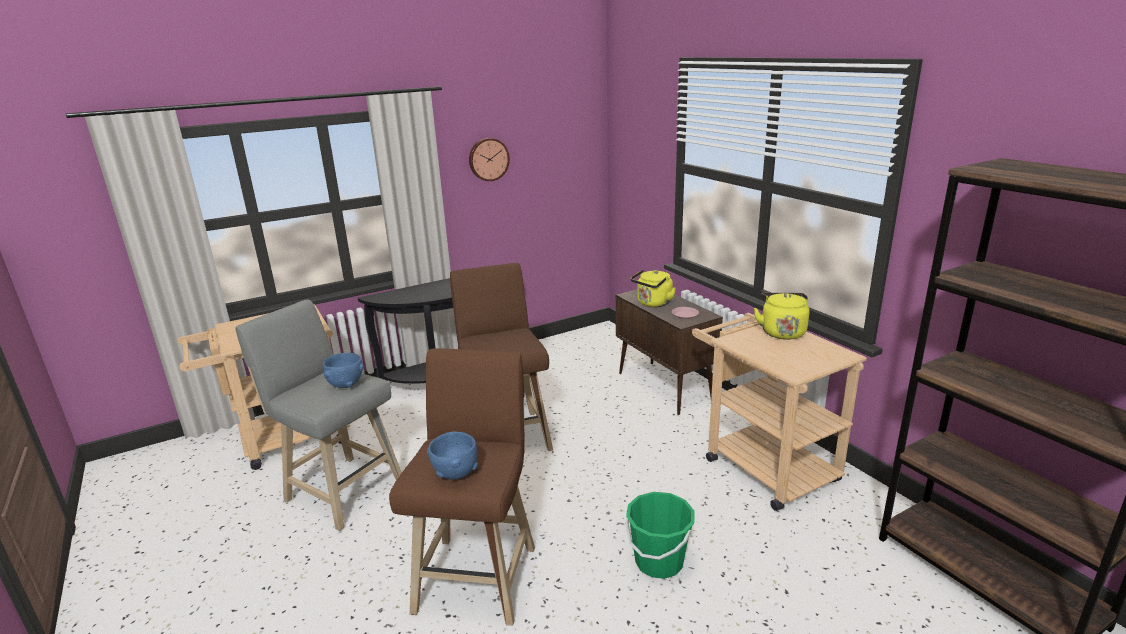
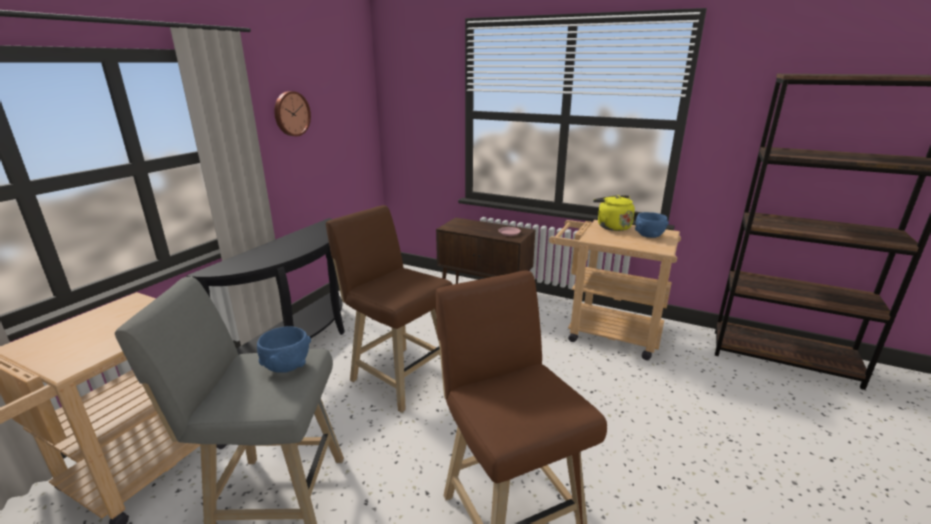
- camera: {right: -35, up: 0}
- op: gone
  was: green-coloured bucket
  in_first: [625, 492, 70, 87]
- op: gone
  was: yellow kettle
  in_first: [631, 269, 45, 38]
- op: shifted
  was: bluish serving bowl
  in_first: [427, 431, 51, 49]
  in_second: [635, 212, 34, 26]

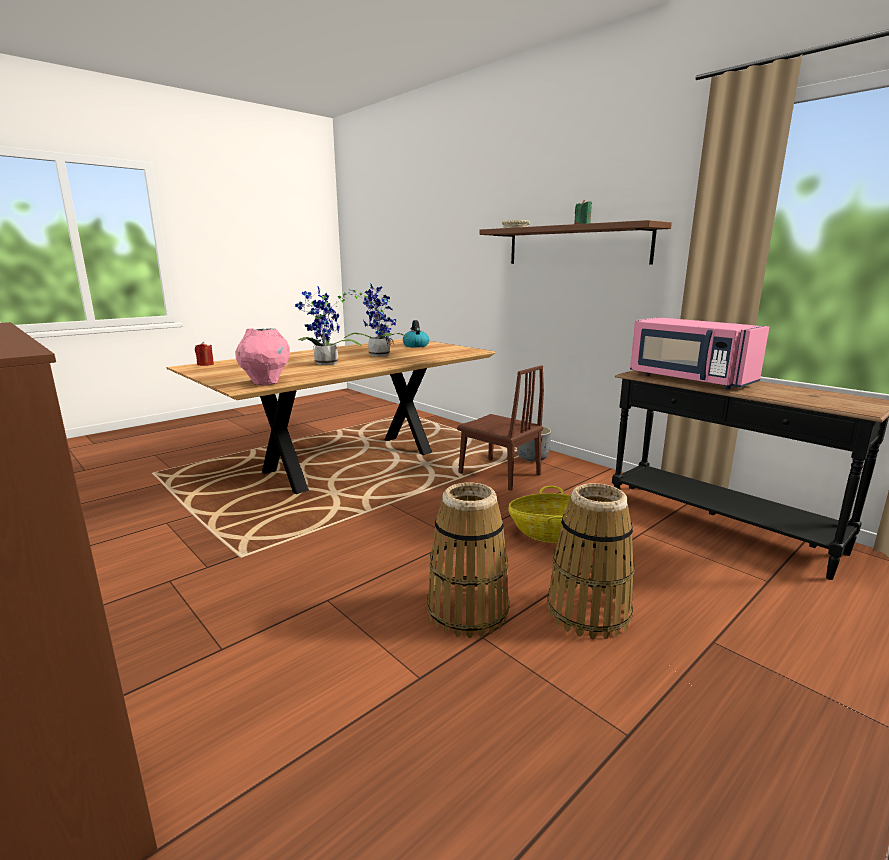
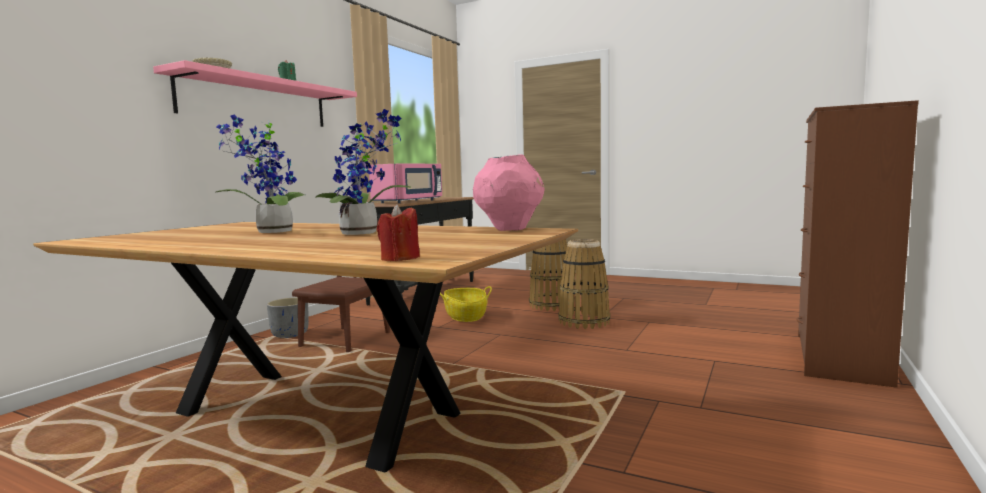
- camera: {right: -110, up: -10}
- op: gone
  was: kettle
  in_first: [403, 320, 26, 28]
- op: repainted
  was: brown bracket shelf
  now: pink bracket shelf
  in_first: [479, 220, 193, 45]
  in_second: [153, 60, 204, 67]

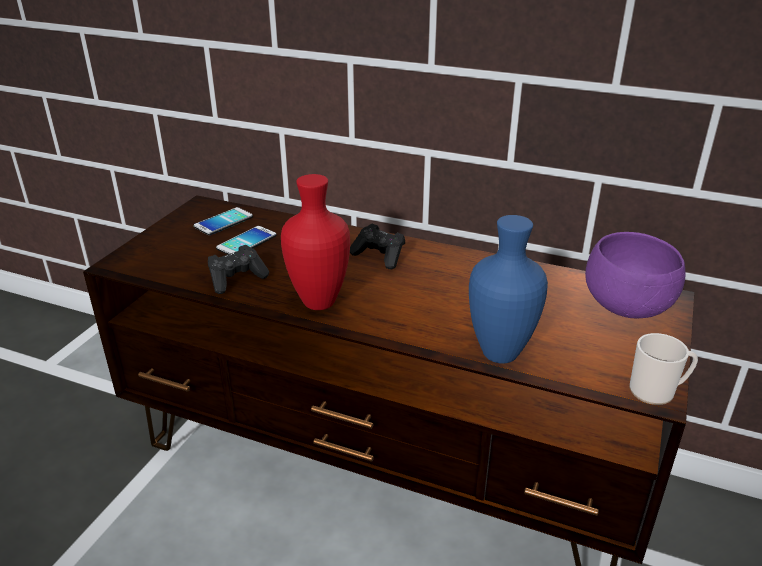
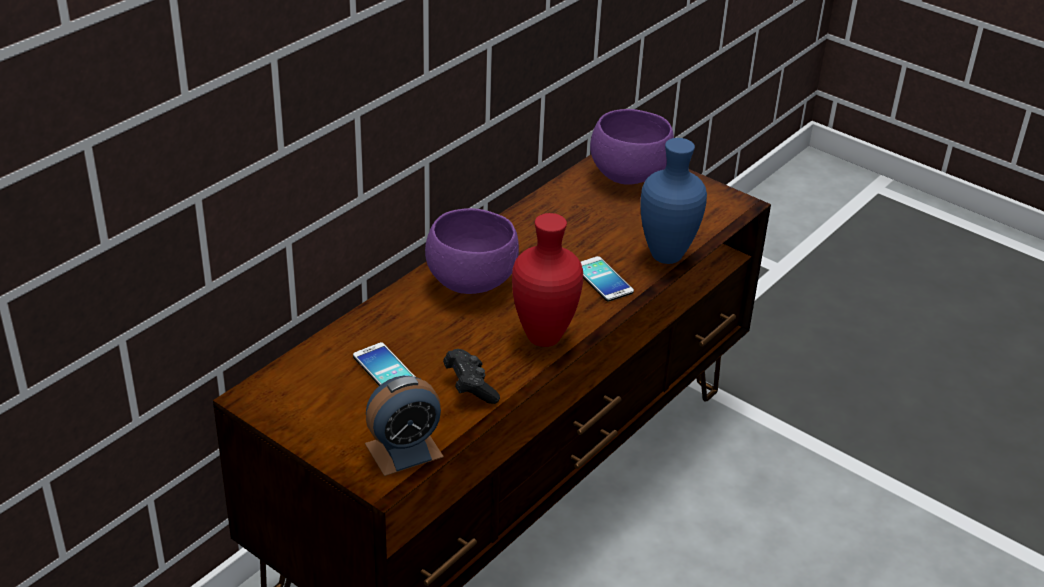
- camera: {right: -75, up: 5}
- op: gone
  was: coffee mug
  in_first: [629, 333, 69, 72]
- op: new
  now: bedside clock
  in_second: [365, 376, 79, 100]
- op: shifted
  was: handset
  in_first: [194, 207, 59, 28]
  in_second: [581, 256, 53, 46]
- op: swapped
  was: blackish gamepad
  now: purple-coloured serving bowl
  in_first: [350, 224, 55, 46]
  in_second: [425, 208, 94, 86]

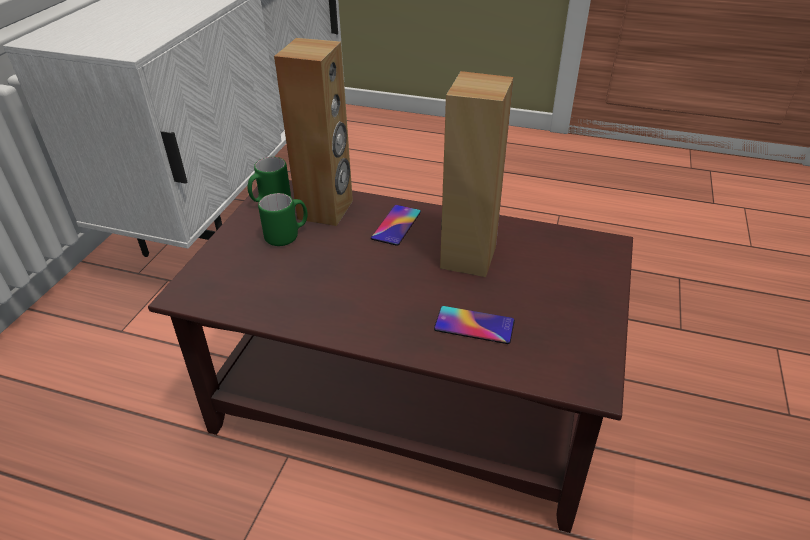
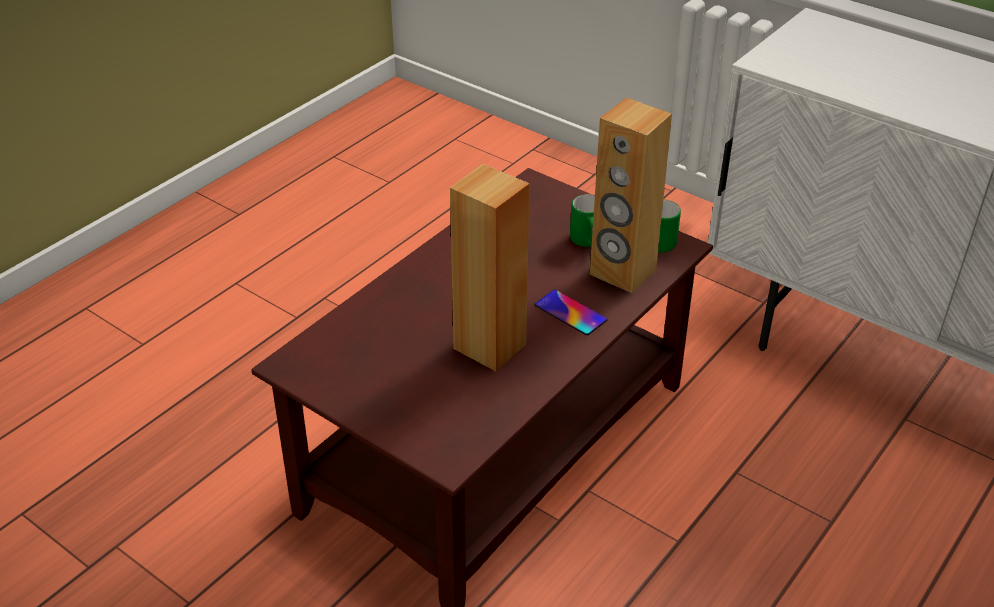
- camera: {right: 110, up: 0}
- op: gone
  was: handset
  in_first: [434, 306, 81, 38]

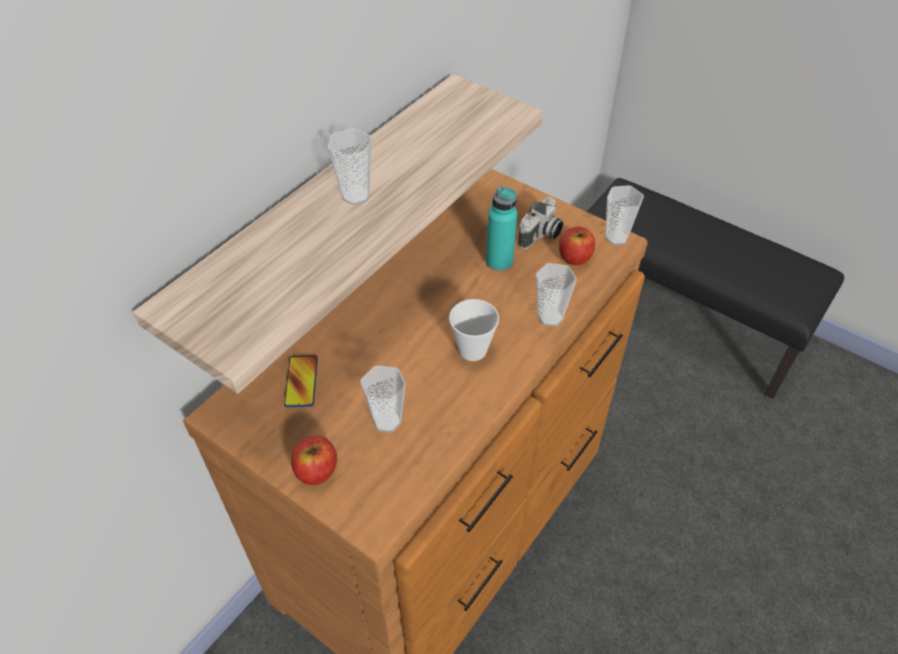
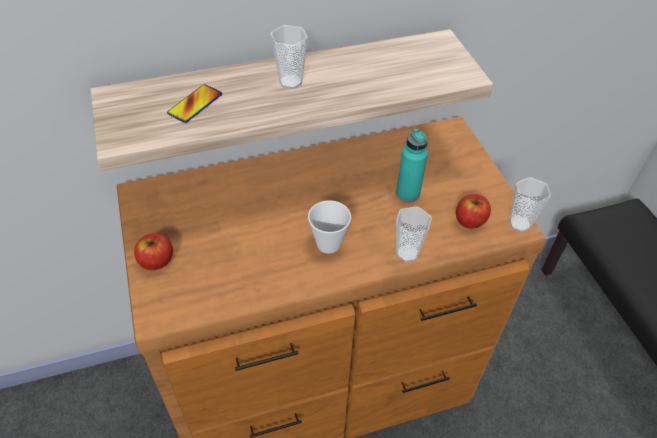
- camera: {right: 35, up: 0}
- op: gone
  was: drinking cup
  in_first: [360, 366, 46, 67]
- op: gone
  was: still camera
  in_first: [518, 197, 45, 52]
- op: shifted
  was: handset
  in_first: [284, 355, 34, 52]
  in_second: [167, 84, 55, 39]

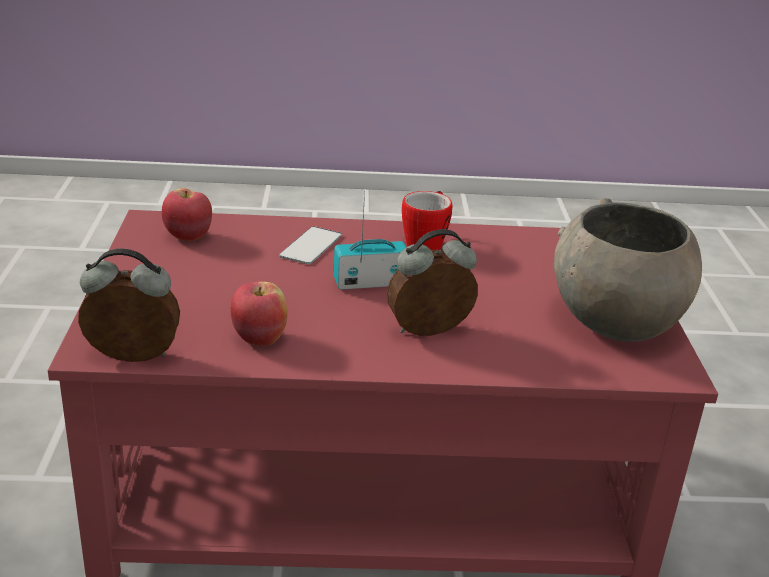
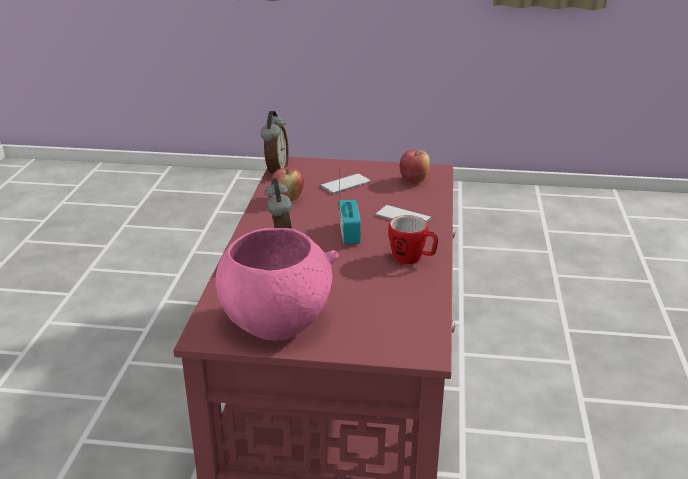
- camera: {right: 100, up: 0}
- op: new
  now: handset
  in_second: [320, 173, 51, 21]
- op: repainted
  was: gray serving bowl
  now: pink serving bowl
  in_first: [554, 198, 148, 144]
  in_second: [215, 228, 124, 113]

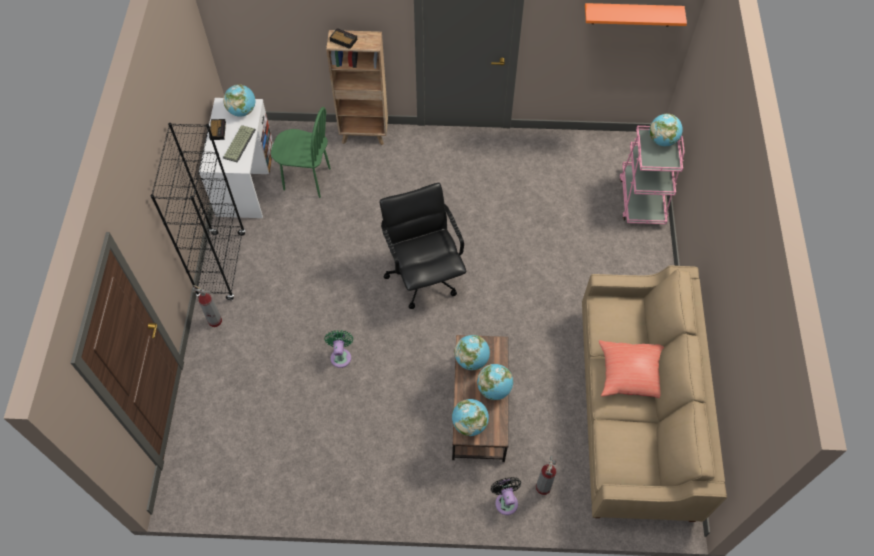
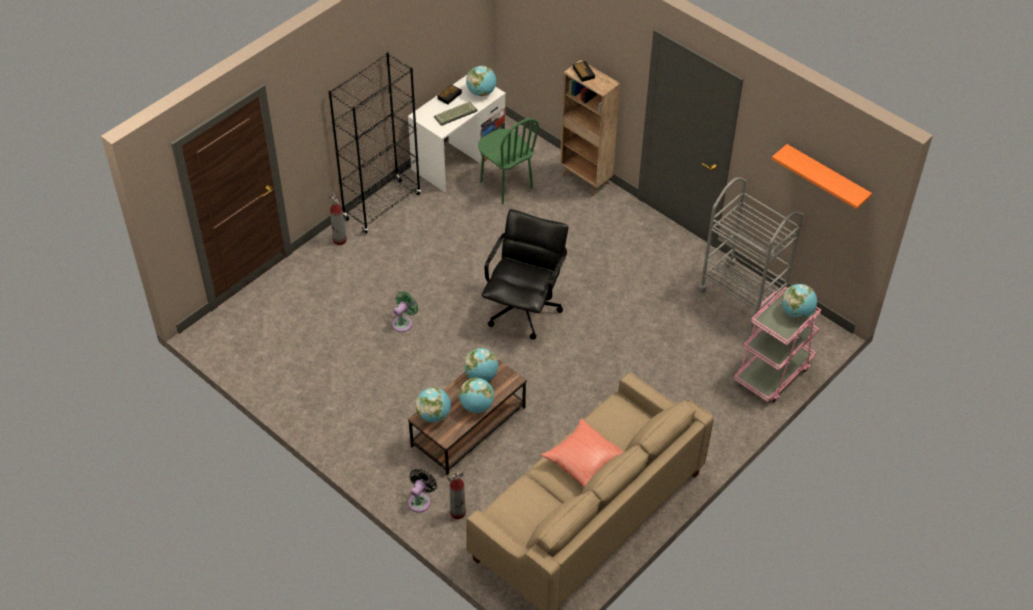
- camera: {right: 40, up: -10}
- op: new
  now: gray trolley
  in_second: [697, 177, 106, 151]

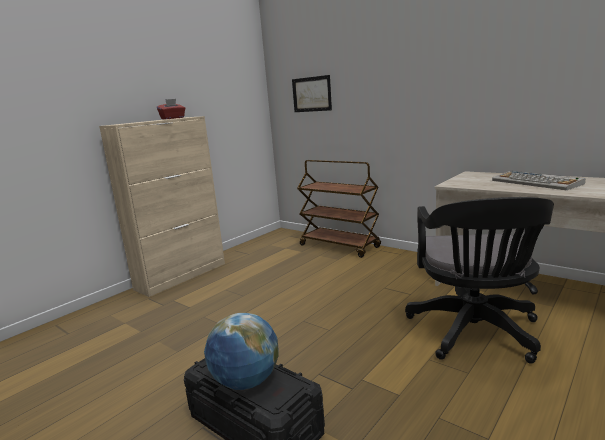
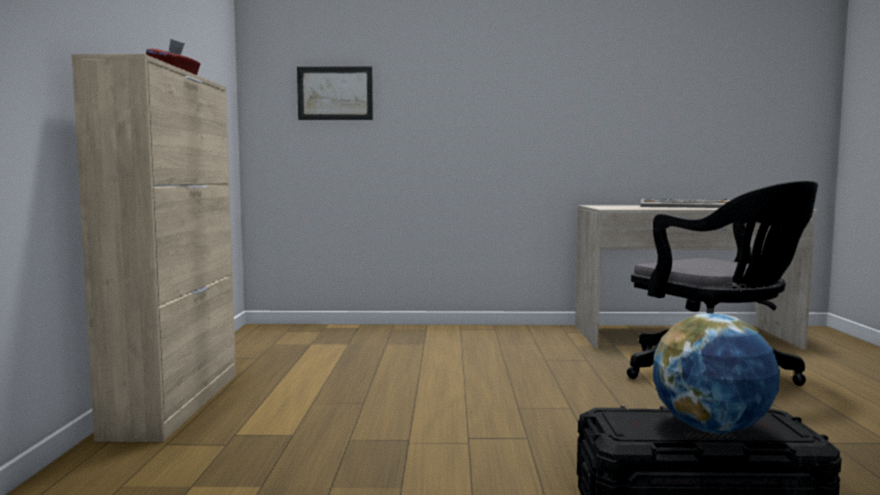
- camera: {right: -40, up: -10}
- op: gone
  was: brown trolley
  in_first: [297, 160, 84, 98]

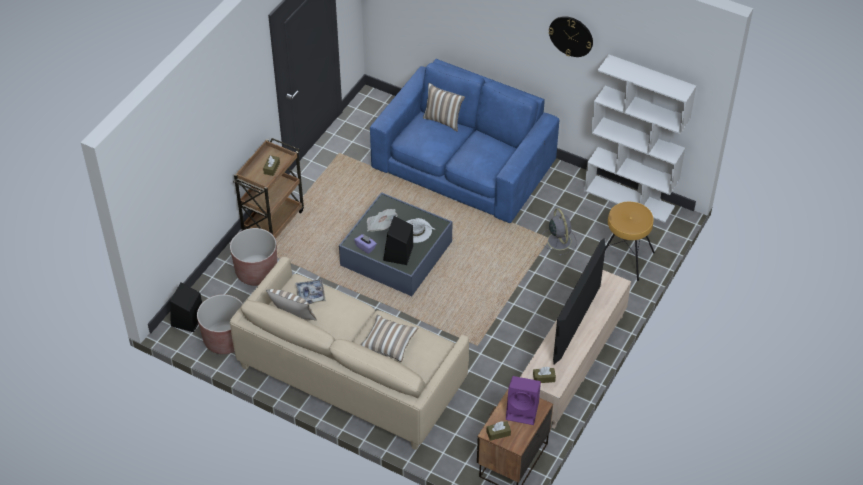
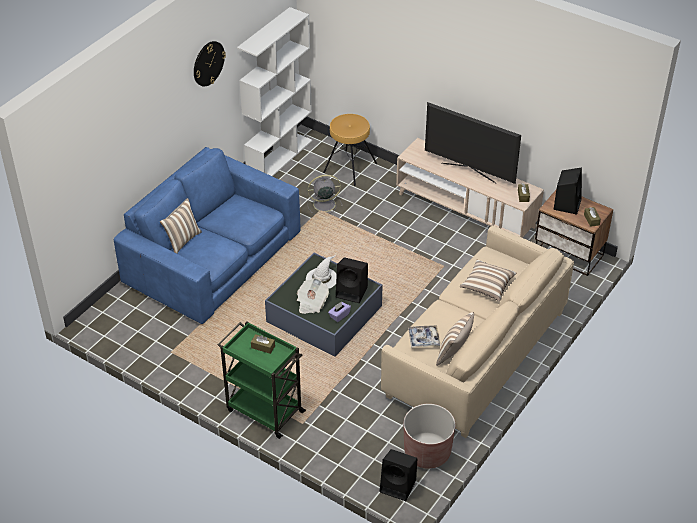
- camera: {right: -85, up: -5}
- op: gone
  was: brown plant pot
  in_first: [230, 228, 47, 58]
- op: repainted
  was: brown trolley
  now: green-coloured trolley
  in_first: [233, 138, 71, 101]
  in_second: [217, 321, 89, 118]
- op: repainted
  was: purple-coloured speaker
  now: blackish speaker
  in_first: [506, 376, 35, 49]
  in_second: [553, 167, 29, 48]

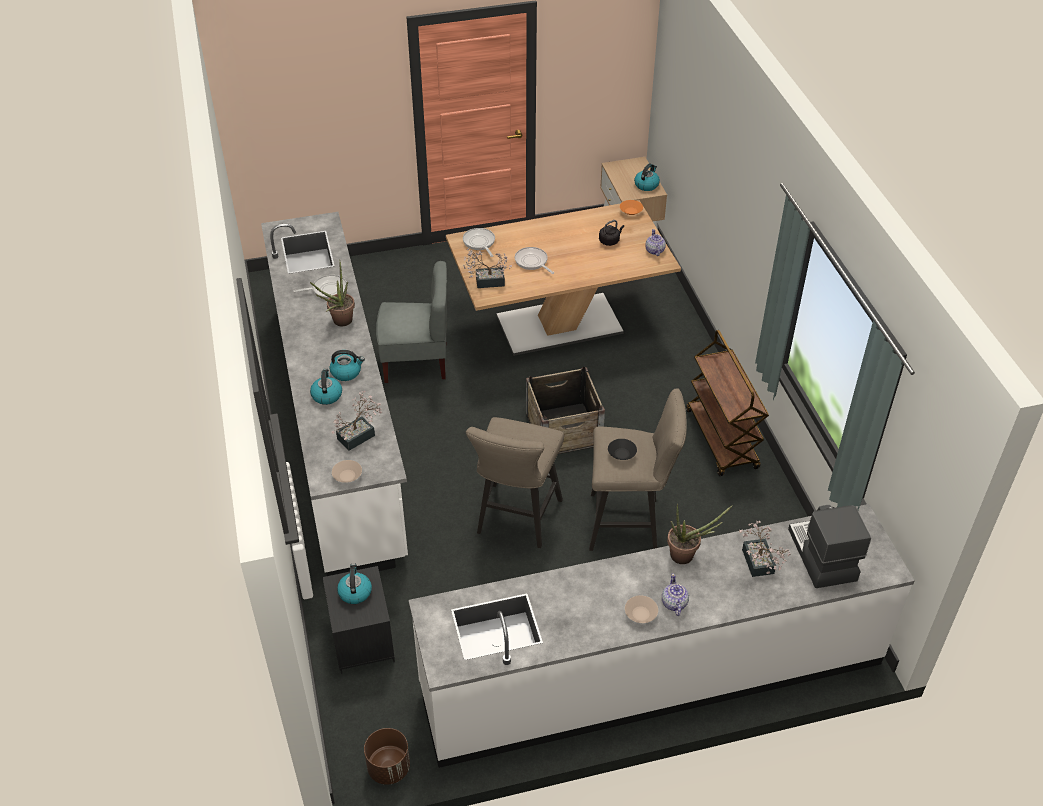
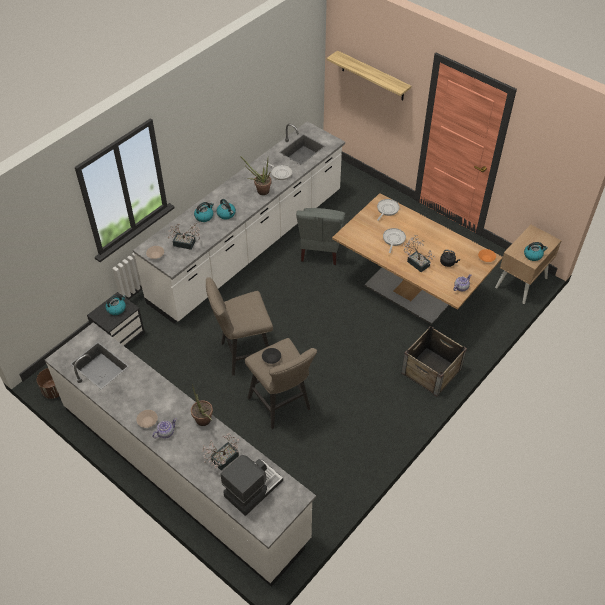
- camera: {right: 55, up: 5}
- op: gone
  was: brown trolley
  in_first: [686, 330, 83, 146]
- op: new
  now: bracket shelf
  in_second: [327, 50, 84, 50]
- op: shifted
  was: plant in a pot
  in_first: [463, 246, 49, 42]
  in_second: [403, 235, 33, 37]
- op: shifted
  was: crate
  in_first: [526, 366, 79, 88]
  in_second: [401, 326, 66, 71]
- op: rotated
  was: gray upright chair
  in_first: [376, 261, 71, 122]
  in_second: [296, 208, 49, 57]
  clockwise: 45

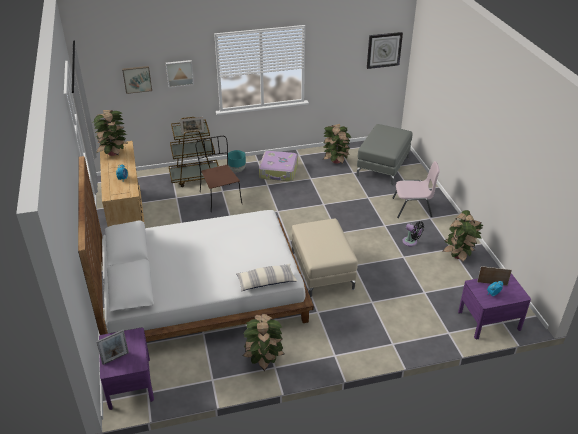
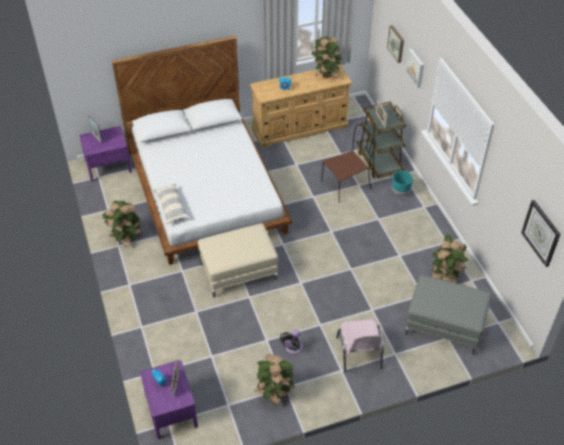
- camera: {right: 85, up: 10}
- op: gone
  was: suitcase
  in_first: [259, 151, 39, 30]

